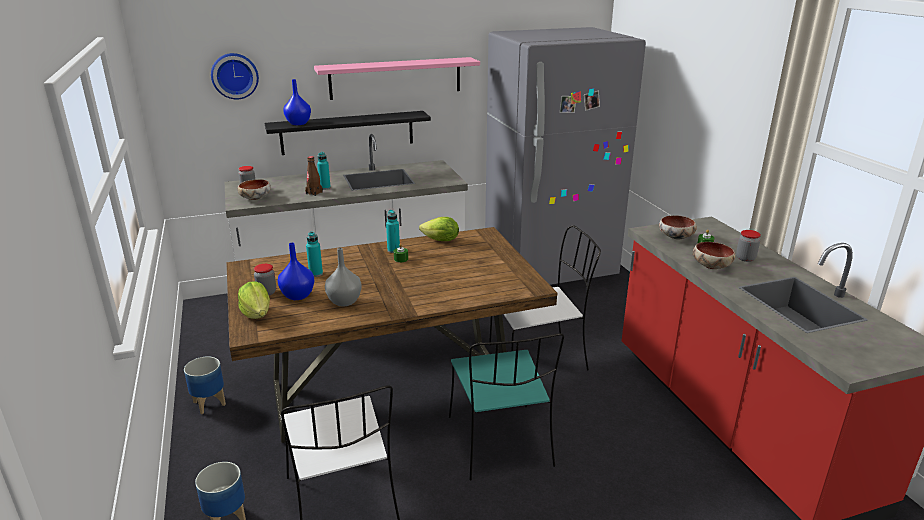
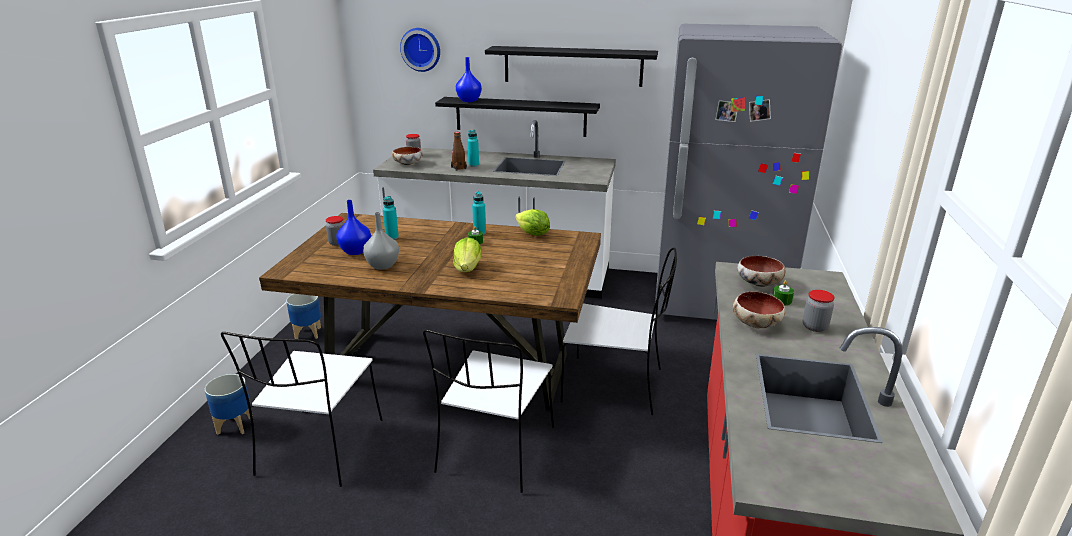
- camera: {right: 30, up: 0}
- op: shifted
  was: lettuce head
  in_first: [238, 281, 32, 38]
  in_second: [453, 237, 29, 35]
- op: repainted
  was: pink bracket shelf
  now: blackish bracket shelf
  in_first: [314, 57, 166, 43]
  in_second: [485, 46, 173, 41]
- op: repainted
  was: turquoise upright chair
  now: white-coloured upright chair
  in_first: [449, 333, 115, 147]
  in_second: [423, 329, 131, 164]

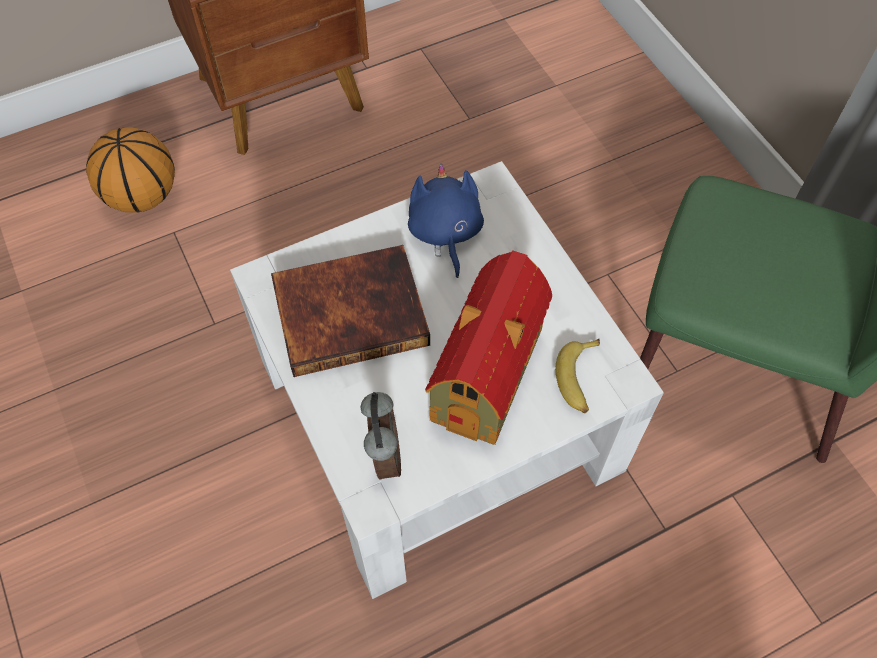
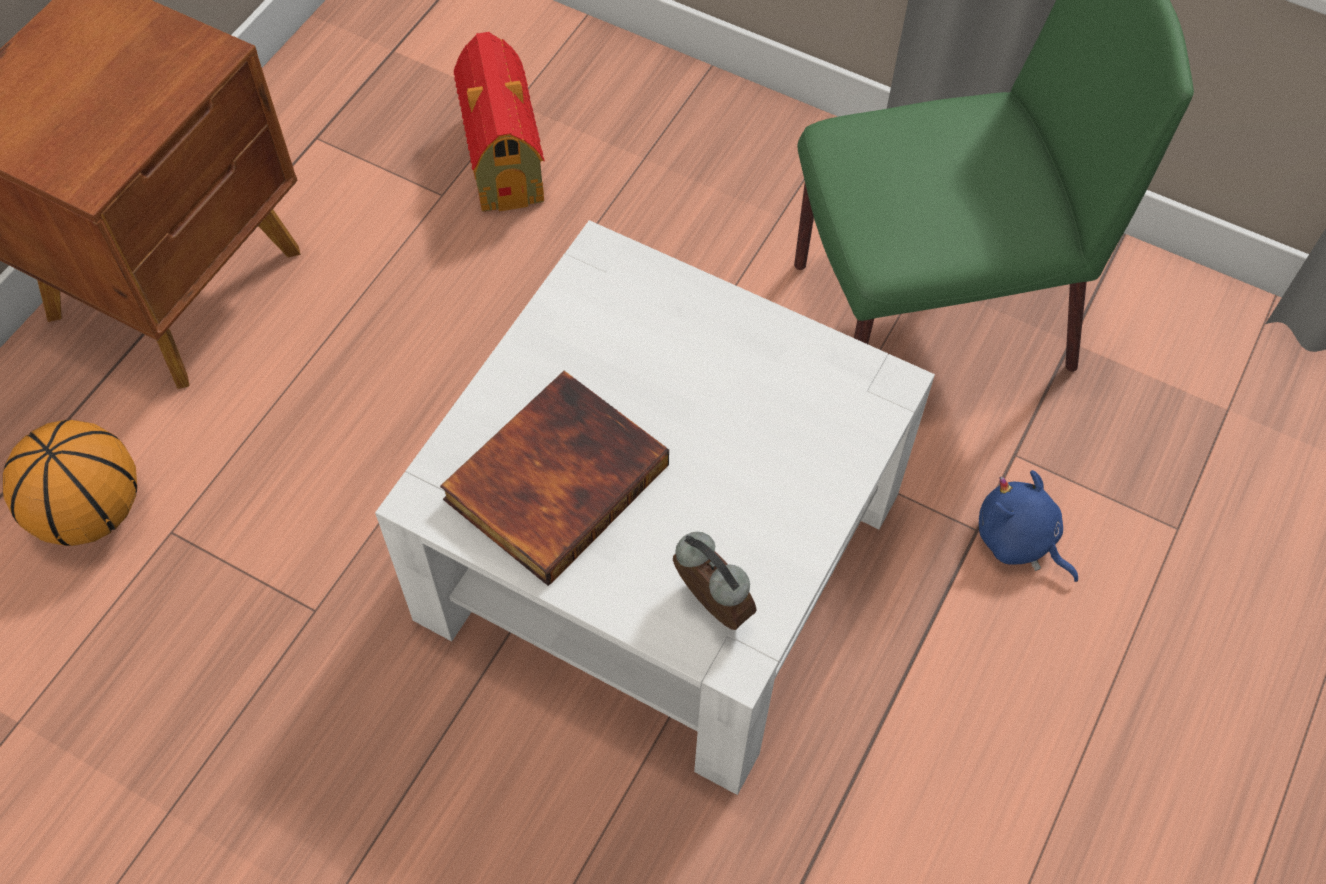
- camera: {right: -35, up: 0}
- op: gone
  was: banana
  in_first: [556, 339, 44, 74]
- op: shifted
  was: bluish cuddly toy
  in_first: [408, 164, 76, 114]
  in_second: [979, 470, 99, 112]
- op: shifted
  was: miniature house
  in_first: [425, 251, 127, 194]
  in_second: [454, 32, 91, 179]

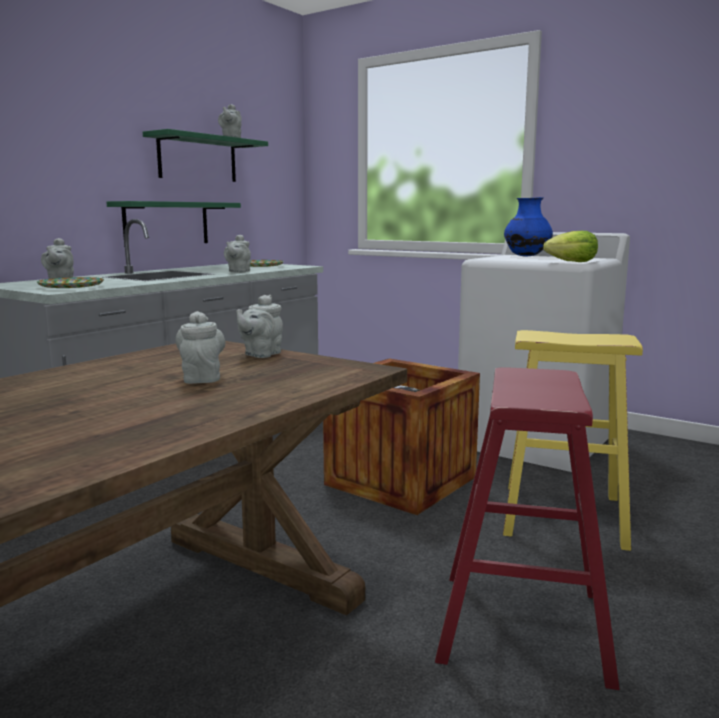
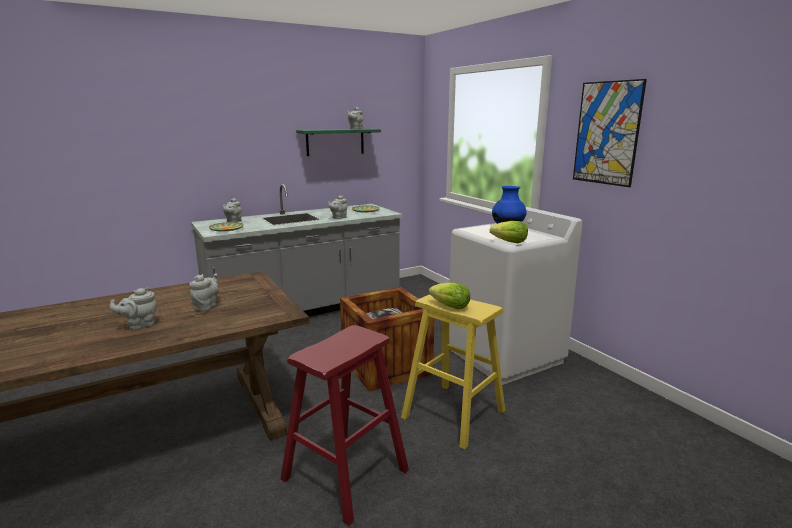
- camera: {right: 25, up: 5}
- op: gone
  was: green-coloured bracket shelf
  in_first: [107, 201, 134, 46]
- op: new
  now: lettuce head
  in_second: [429, 282, 41, 27]
- op: new
  now: wall art
  in_second: [573, 79, 74, 108]
- op: shifted
  was: gray pot for tea
  in_first: [236, 295, 47, 63]
  in_second: [110, 288, 47, 42]

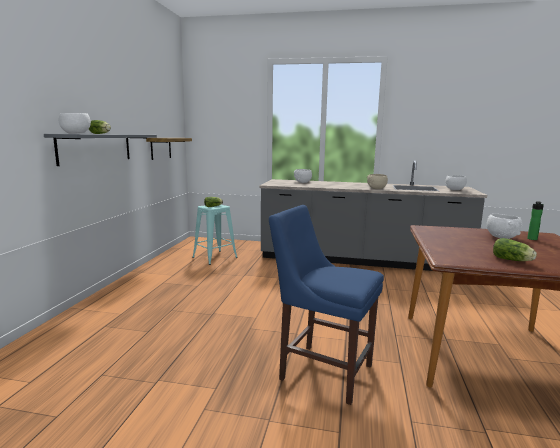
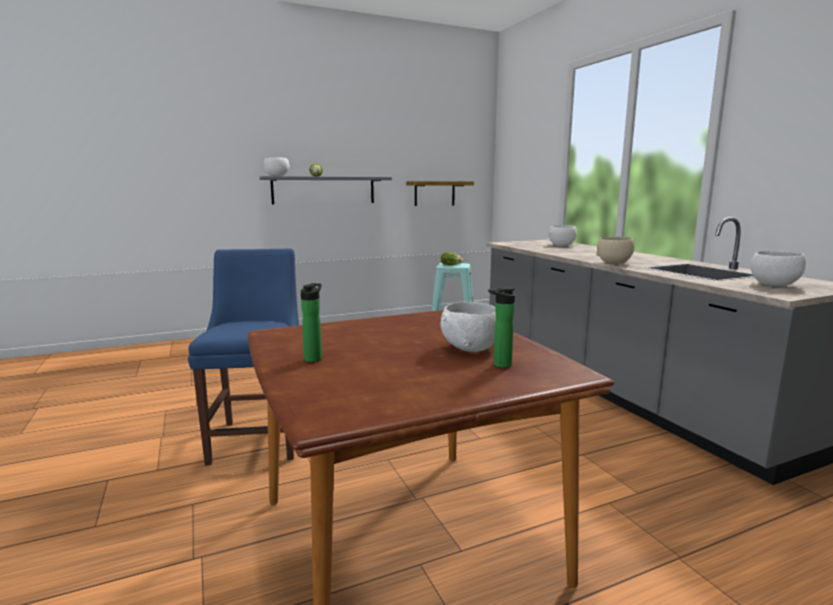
- camera: {right: 55, up: 0}
- op: swapped
  was: lettuce head
  now: beverage bottle
  in_first: [493, 238, 44, 23]
  in_second: [301, 283, 21, 79]

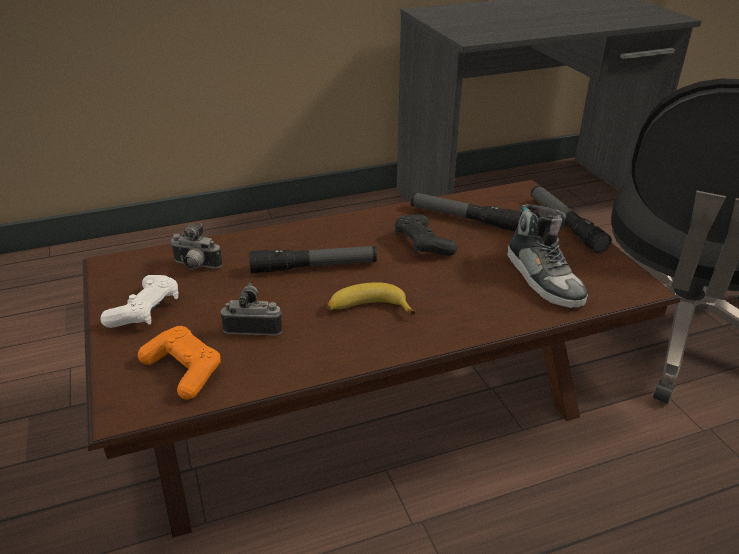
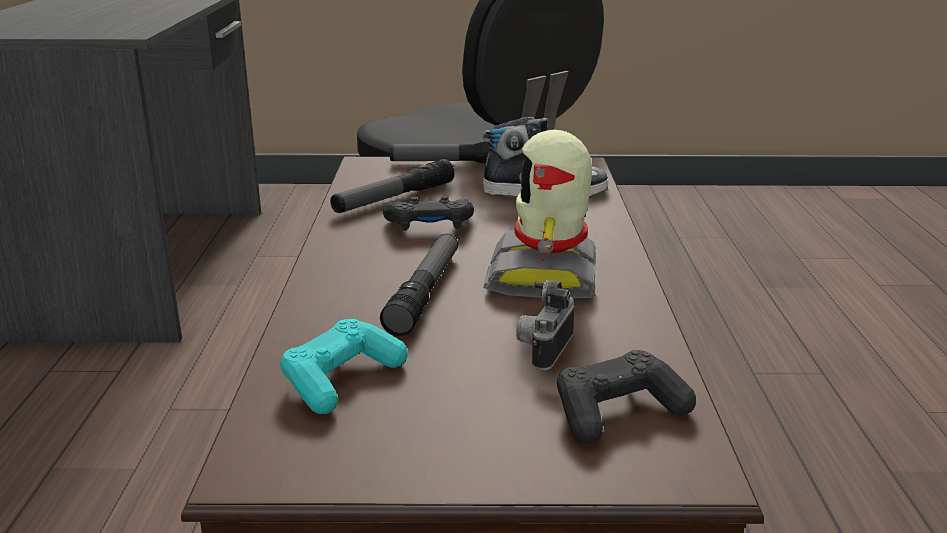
- camera: {right: -70, up: -10}
- op: gone
  was: white-coloured gamepad
  in_first: [100, 275, 78, 53]
- op: swapped
  was: still camera
  now: turquoise gamepad
  in_first: [170, 223, 53, 47]
  in_second: [280, 319, 128, 95]
- op: swapped
  was: banana
  now: robot figure
  in_first: [326, 282, 89, 33]
  in_second: [483, 130, 113, 168]
- op: repainted
  was: orangey gamepad
  now: blackish gamepad
  in_first: [138, 326, 83, 74]
  in_second: [557, 350, 139, 94]

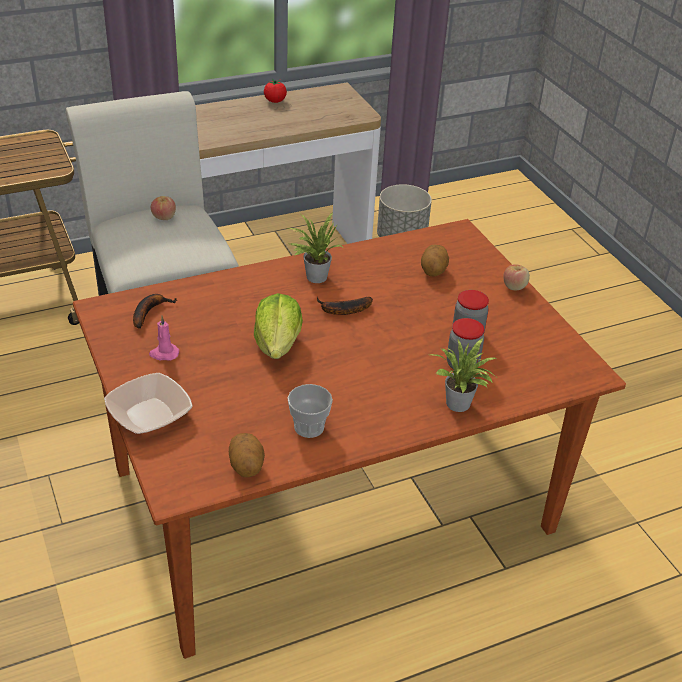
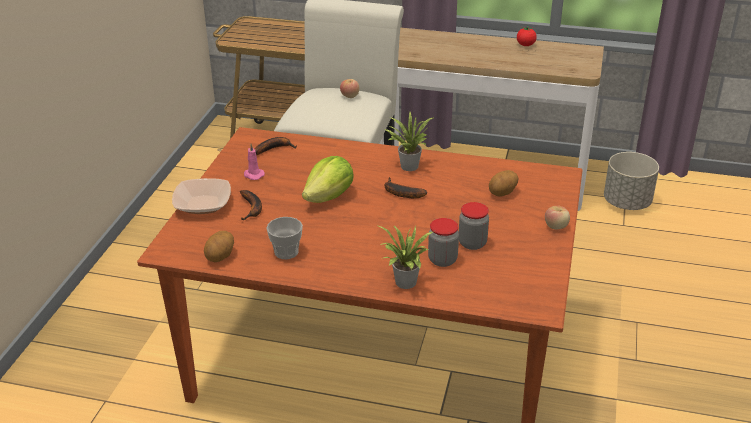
- camera: {right: 40, up: -5}
- op: new
  now: banana
  in_second: [239, 190, 23, 30]

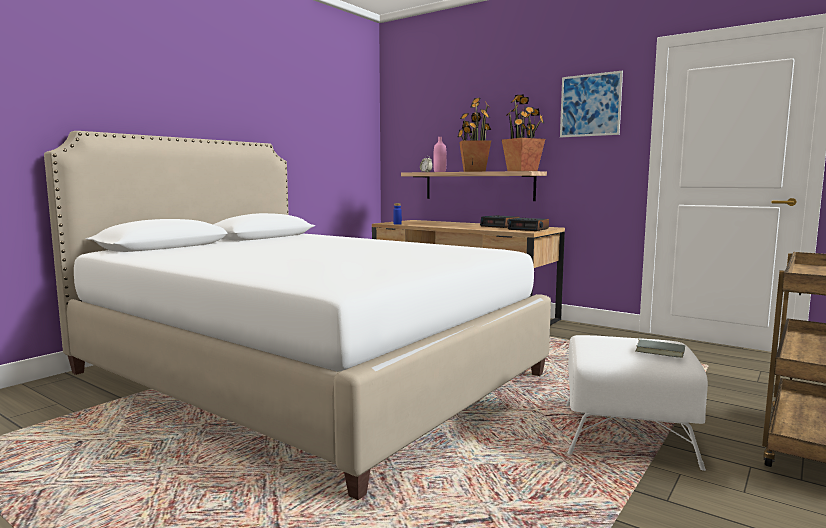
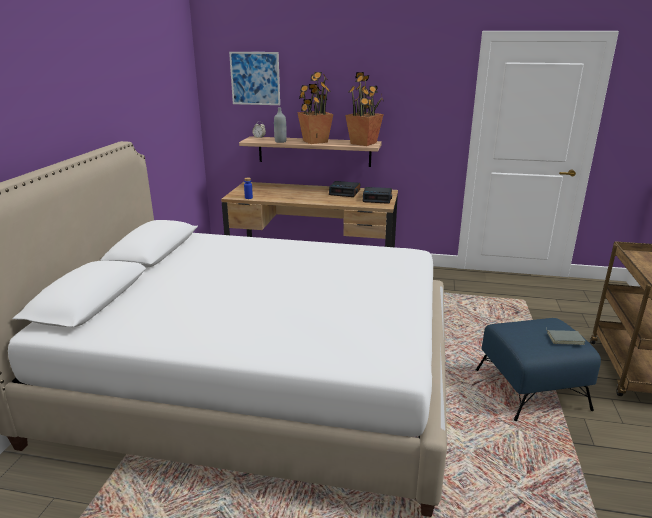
- camera: {right: -25, up: 15}
- op: shifted
  was: wall art
  in_first: [560, 71, 63, 67]
  in_second: [229, 52, 51, 53]
- op: repainted
  was: pink beverage bottle
  now: gray beverage bottle
  in_first: [433, 137, 14, 35]
  in_second: [274, 107, 13, 36]
- op: repainted
  was: white-coloured pouffe
  now: bluish pouffe
  in_first: [565, 335, 143, 136]
  in_second: [476, 318, 125, 103]

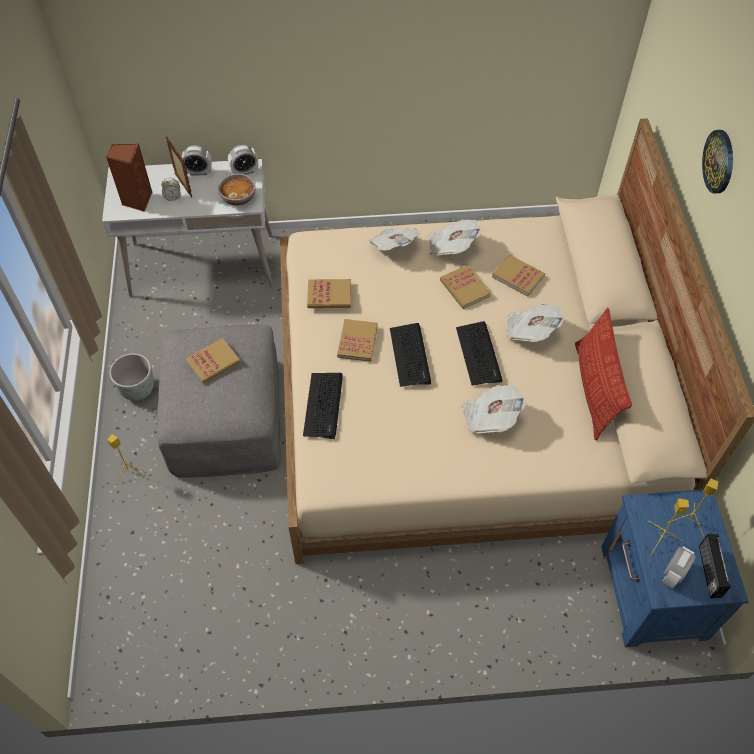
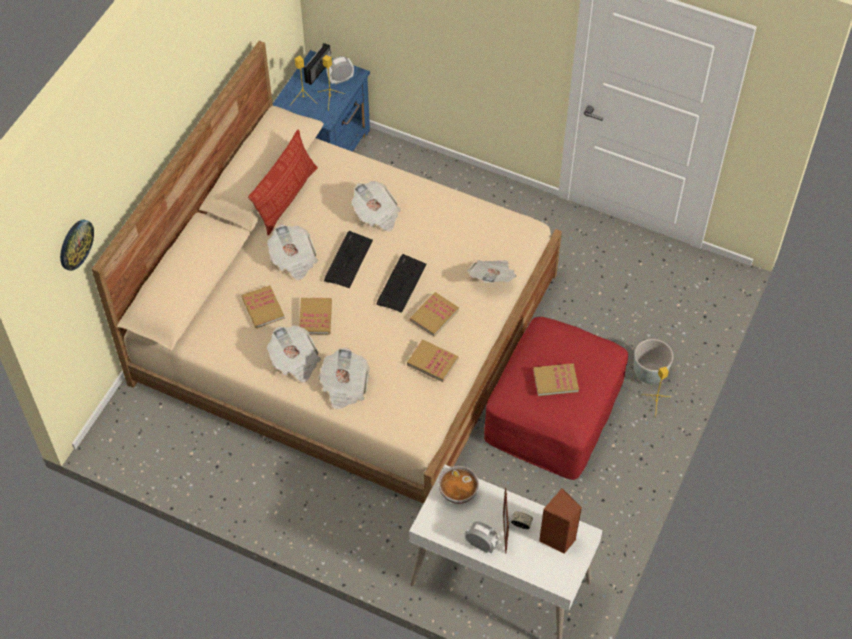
- camera: {right: -150, up: 0}
- op: gone
  was: bedside clock
  in_first: [228, 145, 30, 30]
- op: shifted
  was: gray plant pot
  in_first: [110, 353, 44, 48]
  in_second: [633, 339, 40, 45]
- op: shifted
  was: clock on the wall
  in_first: [702, 130, 31, 64]
  in_second: [60, 220, 34, 51]
- op: swapped
  was: PC keyboard
  now: newspaper
  in_first: [303, 373, 40, 66]
  in_second: [467, 260, 49, 23]
- op: repainted
  was: gray pouffe
  now: reddish pouffe
  in_first: [157, 324, 124, 154]
  in_second: [484, 317, 144, 163]

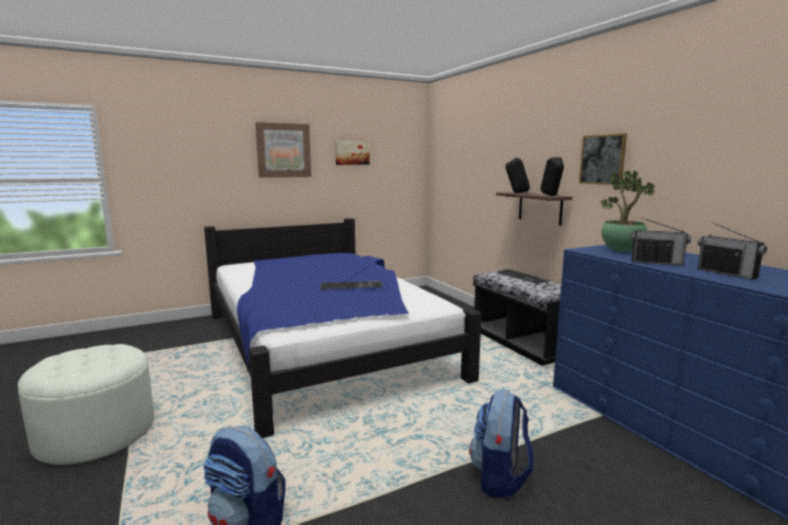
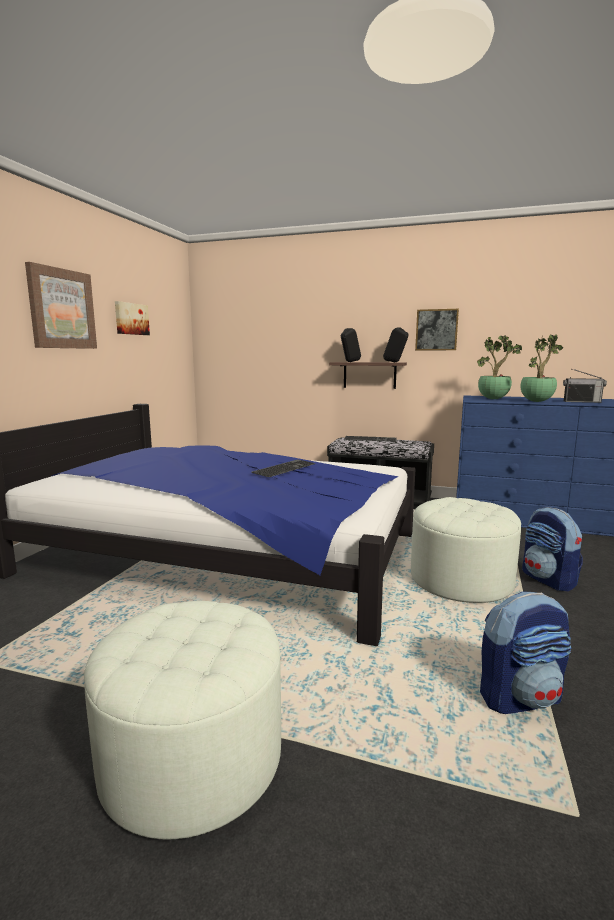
- camera: {right: -45, up: 0}
- op: new
  now: white-coloured pouffe
  in_second: [411, 497, 110, 106]
- op: swapped
  was: radio receiver
  now: plant in a pot
  in_first: [630, 218, 61, 48]
  in_second: [520, 334, 43, 68]

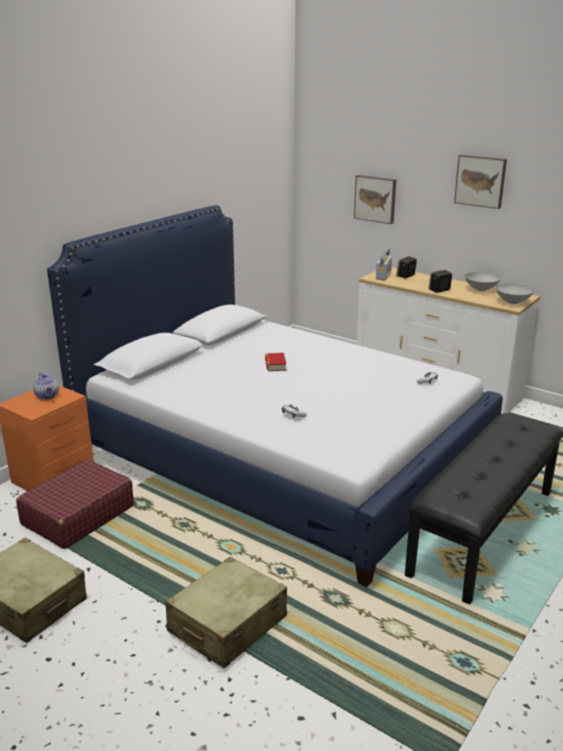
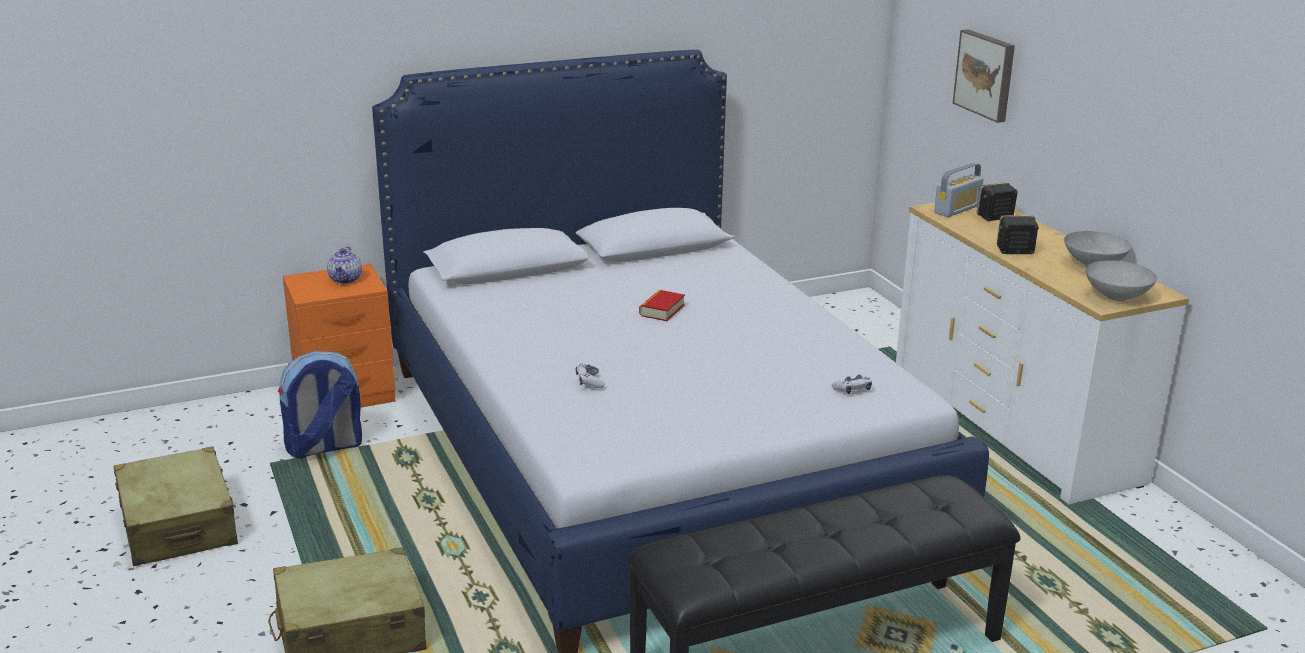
- camera: {right: 30, up: 0}
- op: gone
  was: wall art
  in_first: [454, 155, 53, 54]
- op: swapped
  was: reddish suitcase
  now: knapsack
  in_first: [16, 459, 118, 90]
  in_second: [278, 351, 84, 107]

